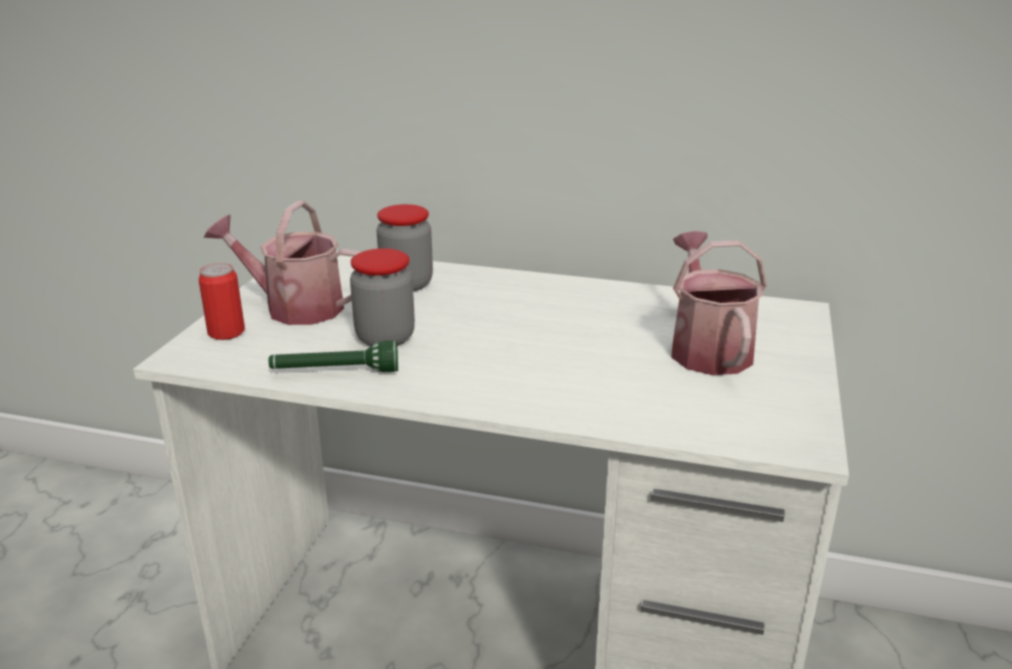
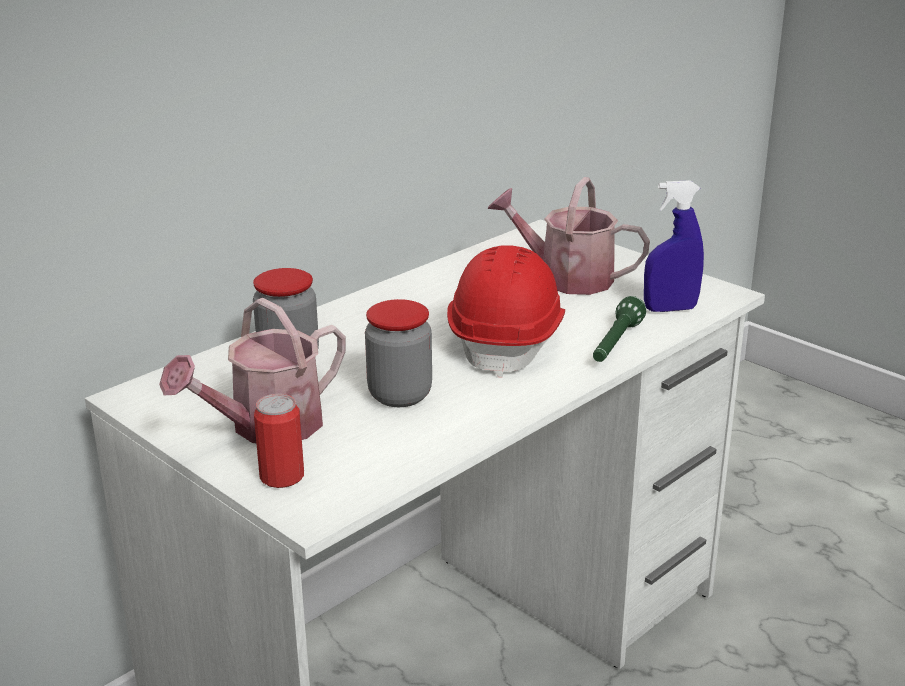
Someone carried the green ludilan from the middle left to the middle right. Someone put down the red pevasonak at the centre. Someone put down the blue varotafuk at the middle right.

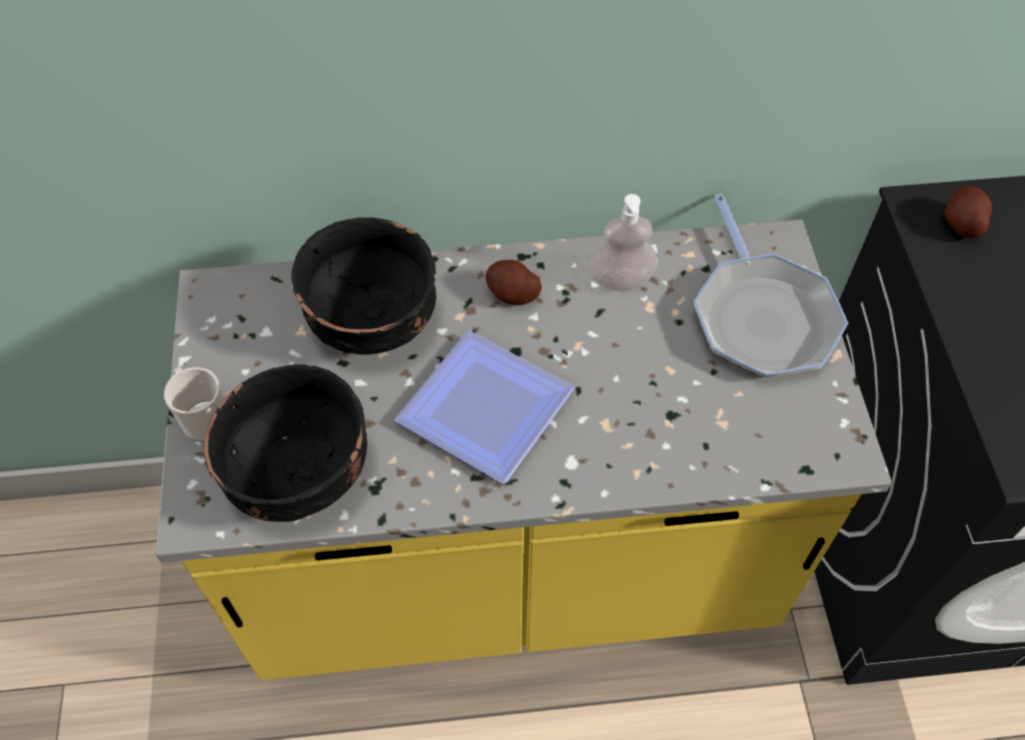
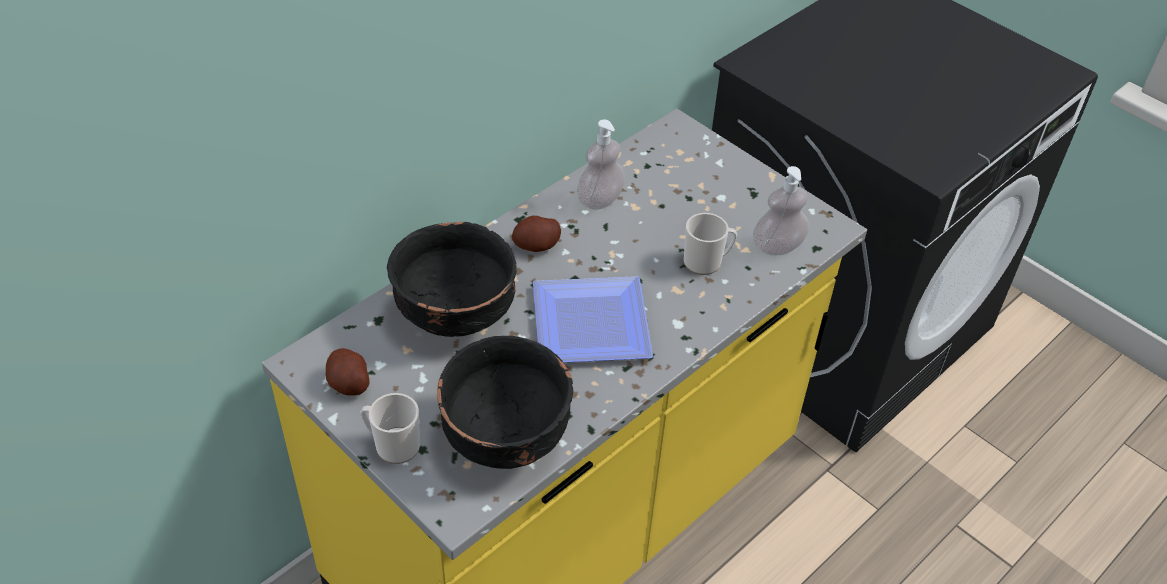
Someone took away the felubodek at the middle right. Someone carried the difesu (2nd from left in the first image) from the top right to the middle left. Someone put down the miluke (2nd from left) at the centre. Someone put down the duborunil (2nd from left) at the middle right.

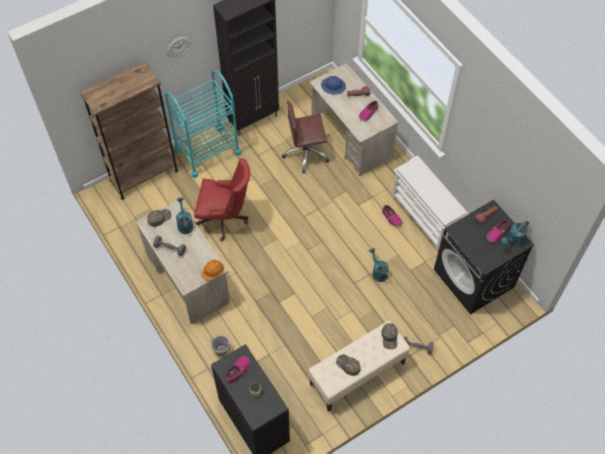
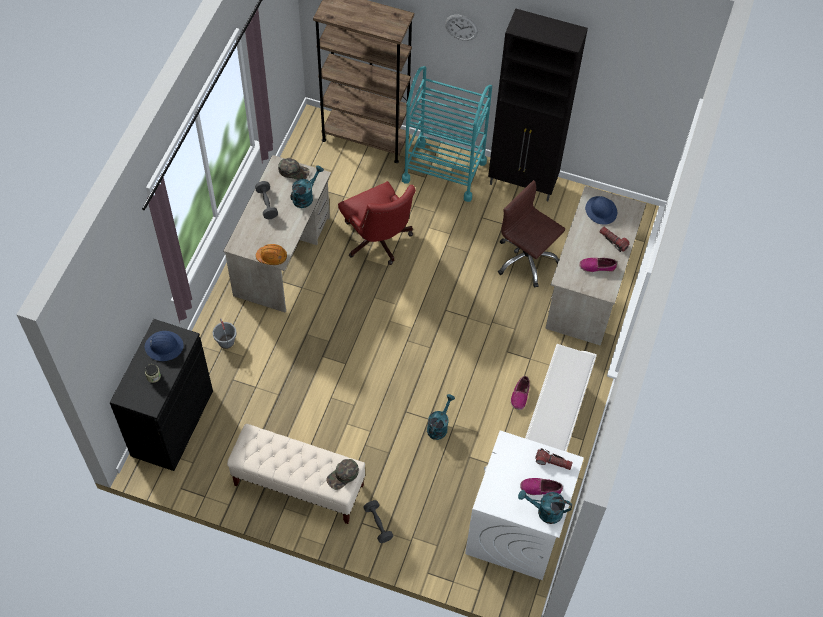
Someone swapped the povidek (1st from left) at the bottom centre for the blue pevasonak (1st from left) at the middle left. Someone took away the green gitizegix (2nd from left) at the bottom centre. Someone repainted the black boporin at the middle right, which became the white boporin at the bottom centre.

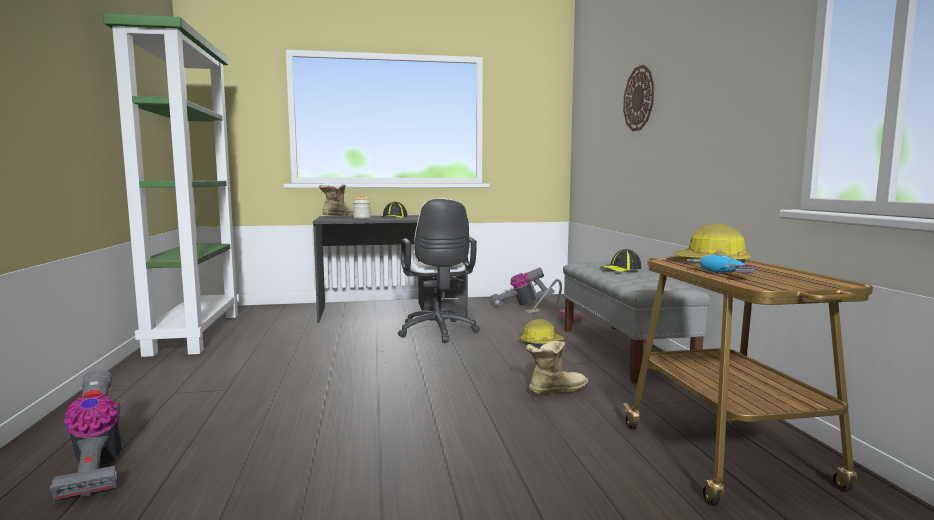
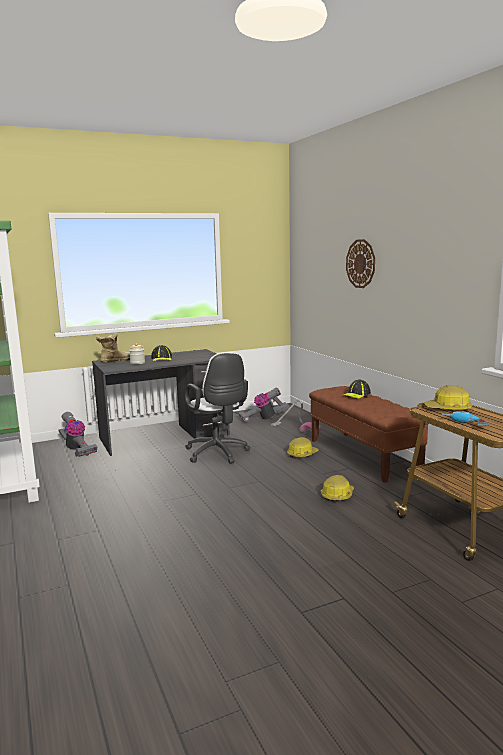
Someone carried the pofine (1st from left) from the bottom left to the middle left. Someone swapped the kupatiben (2nd from left) at the bottom centre for the pevasonak (2nd from left) at the middle right. Someone repainted the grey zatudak at the middle right, which became the brown zatudak at the middle right.

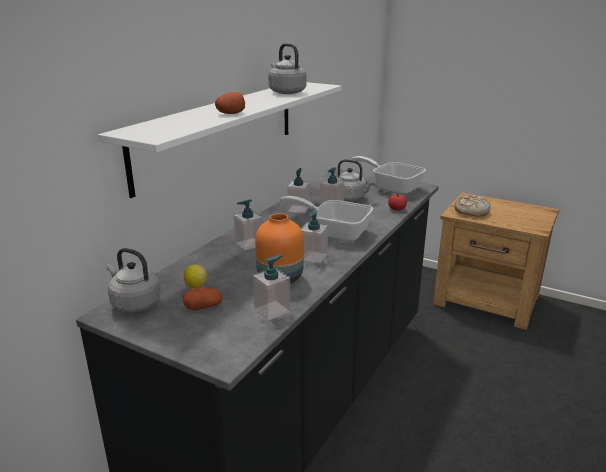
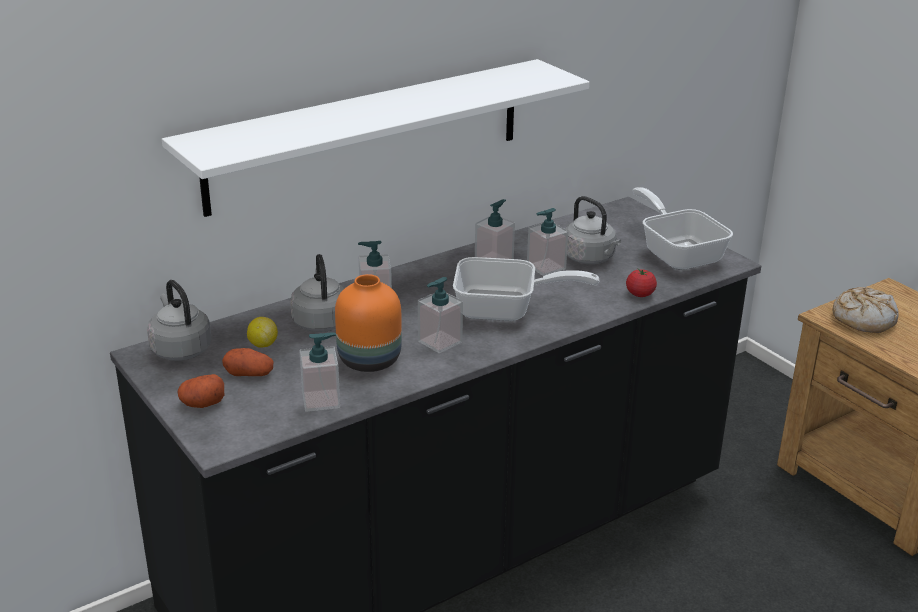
Someone carried the difesu (2nd from left in the first image) from the top centre to the middle left. Someone carried the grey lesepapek (2nd from left) from the top centre to the centre. Someone rotated the felubodek (1st from left) at the centre by 135 degrees clockwise.

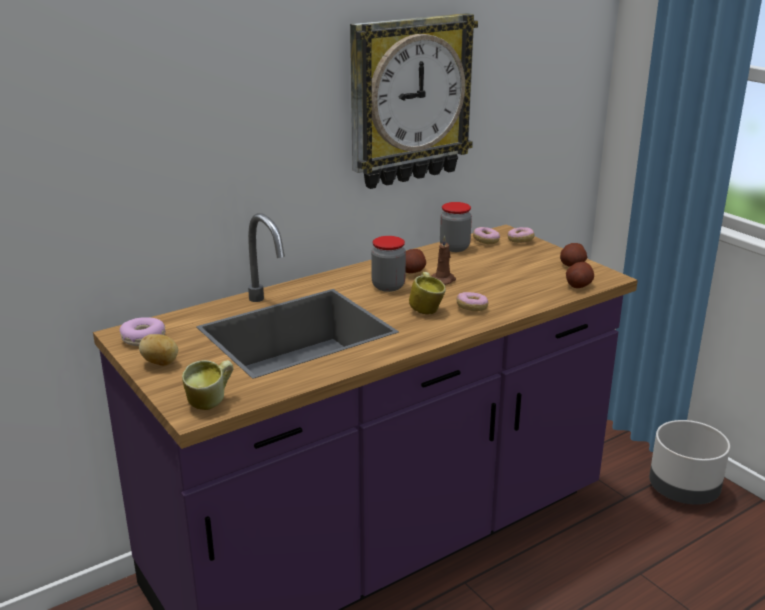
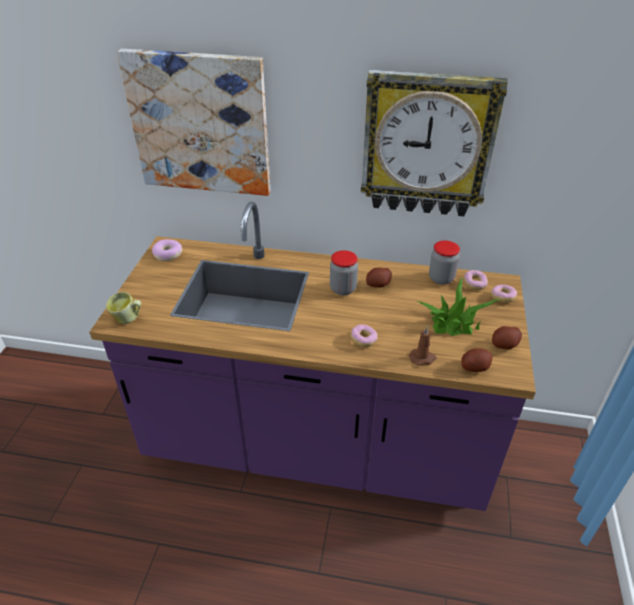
Someone took away the difesu (1st from left) at the middle left. Someone took away the miluke (2nd from left) at the centre. Someone carried the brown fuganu from the centre to the middle right. Someone took away the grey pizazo at the bottom right. Someone put up the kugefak at the top left. Someone put down the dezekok at the middle right.

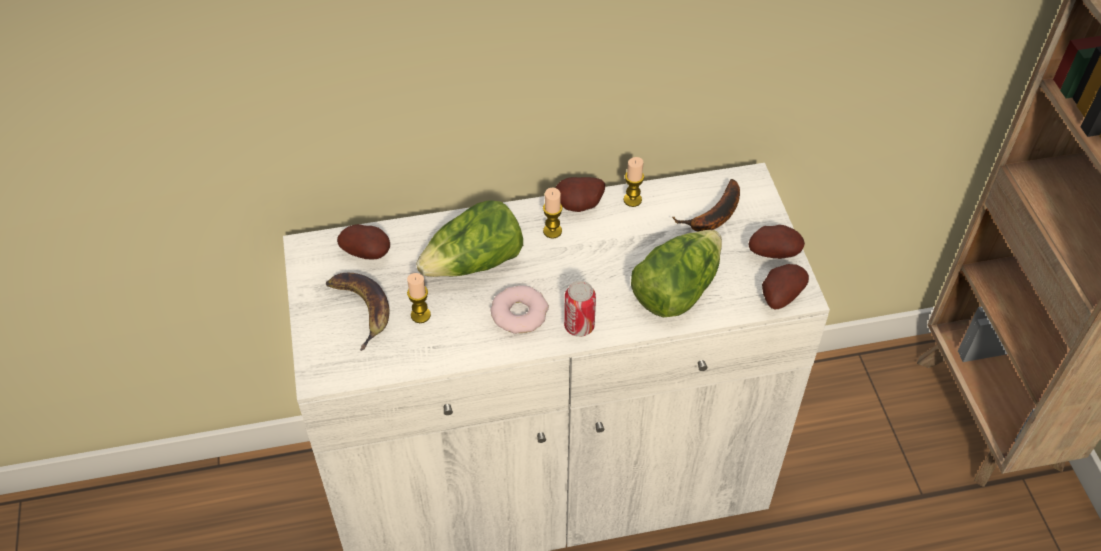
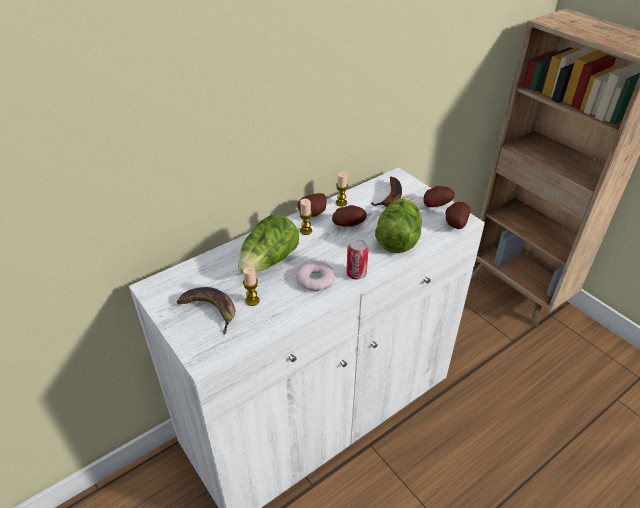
Someone carried the difesu (1st from left in the first image) from the middle left to the centre.

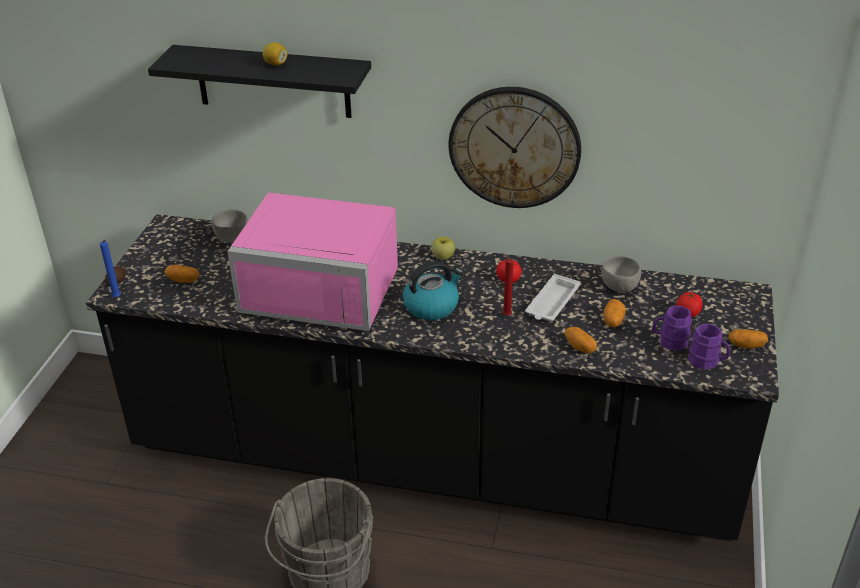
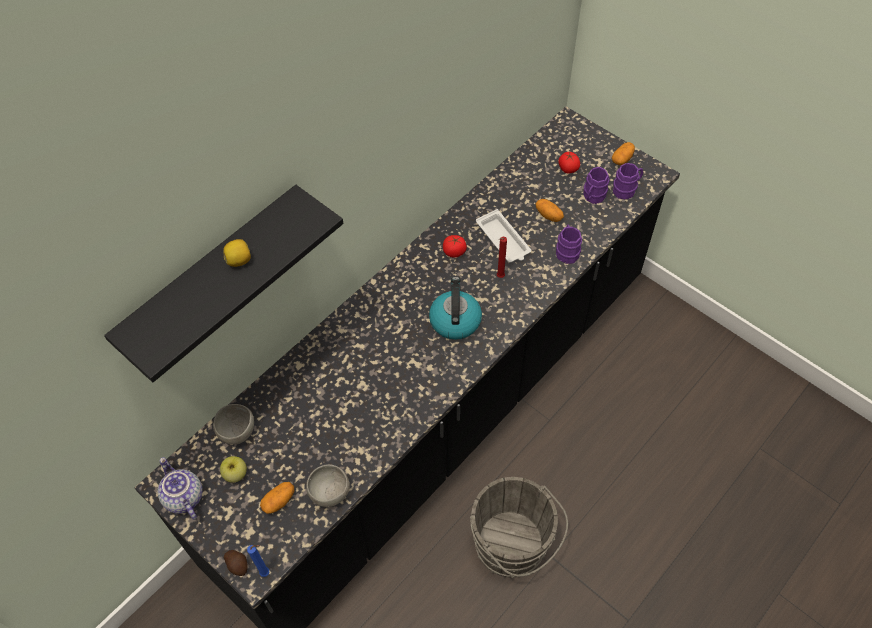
Someone took away the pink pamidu at the centre. Someone carried the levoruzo from the centre to the bottom left. Someone took away the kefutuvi at the top centre. Someone swapped the difesu (3rd from left) at the middle right for the purple miluke (1st from left) at the centre. Someone carried the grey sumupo (2nd from left) from the middle right to the bottom centre. Someone put down the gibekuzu at the bottom left.

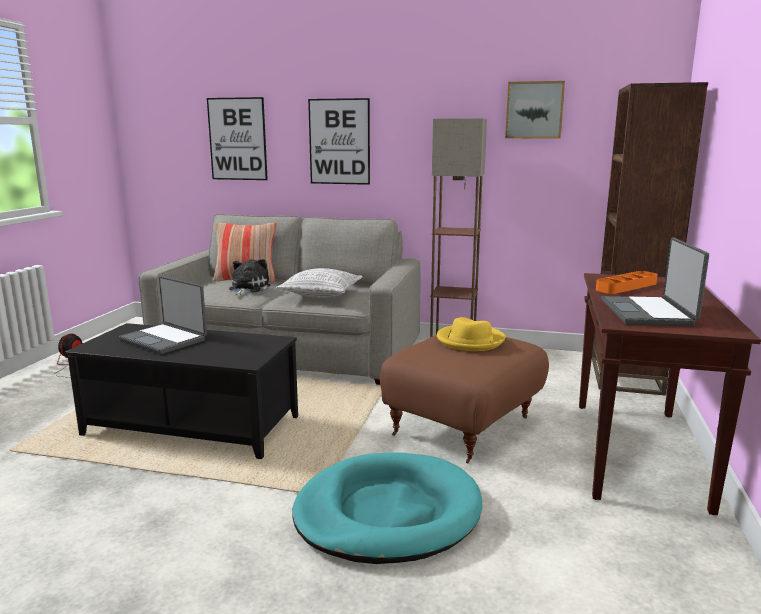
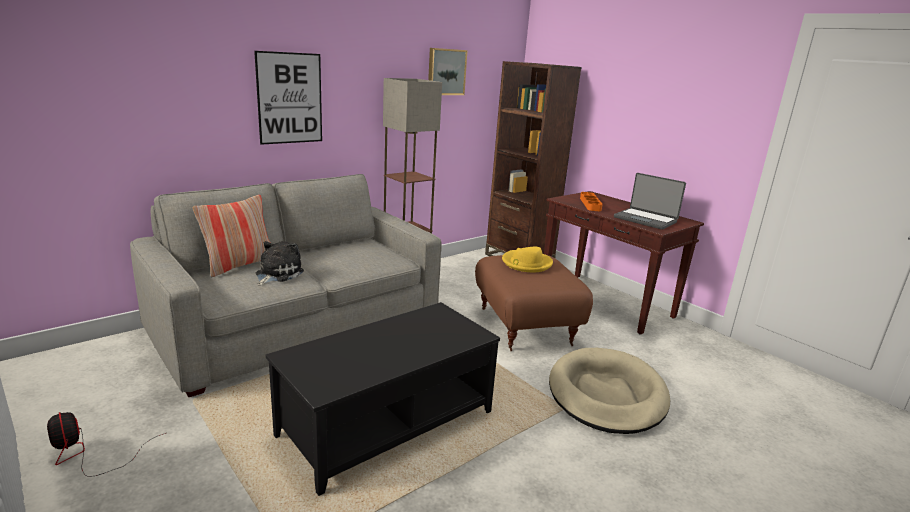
Someone took away the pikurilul (1st from left) at the middle left. Someone took away the kugefak (1st from left) at the top left. Someone rotated the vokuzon at the middle left by 60 degrees clockwise. Someone took away the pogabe (2nd from left) at the centre. Someone repainted the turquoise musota at the bottom centre, which became the beige musota at the bottom right.

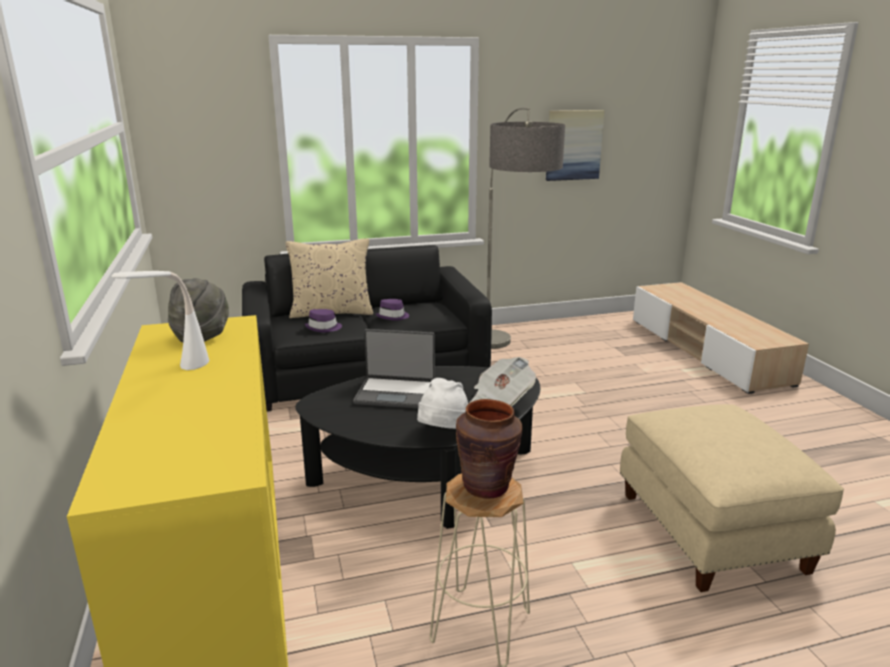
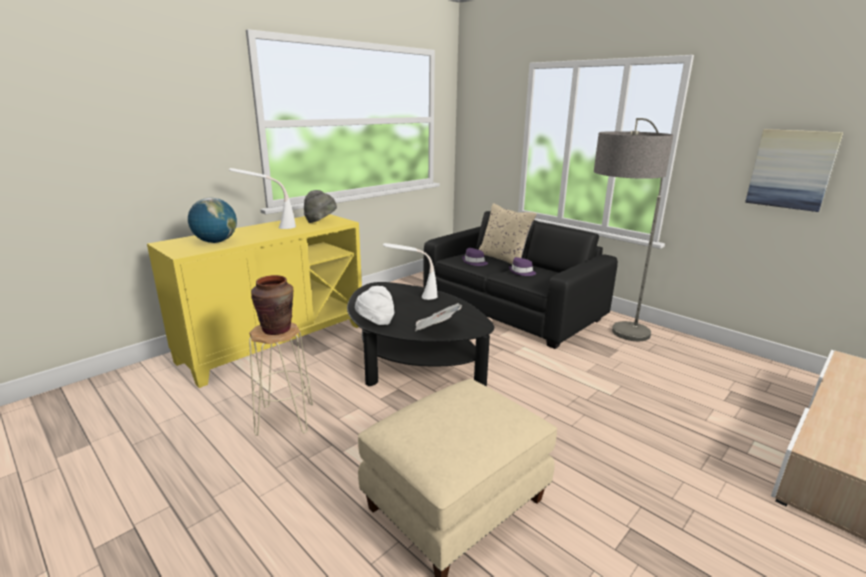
Someone swapped the pikurilul at the centre for the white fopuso (2nd from left) at the centre. Someone put down the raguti at the middle left.

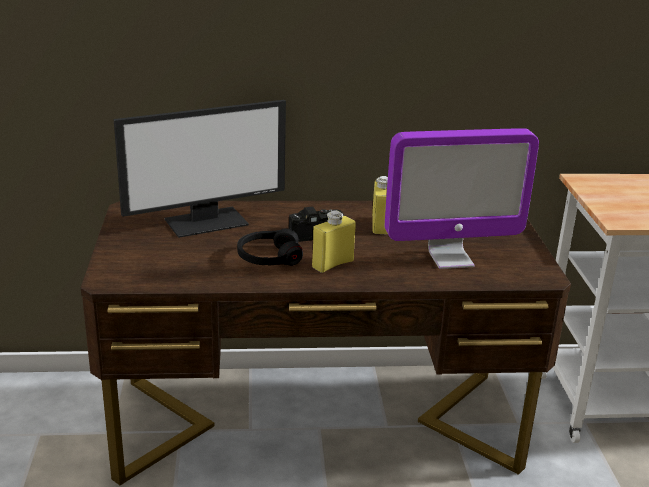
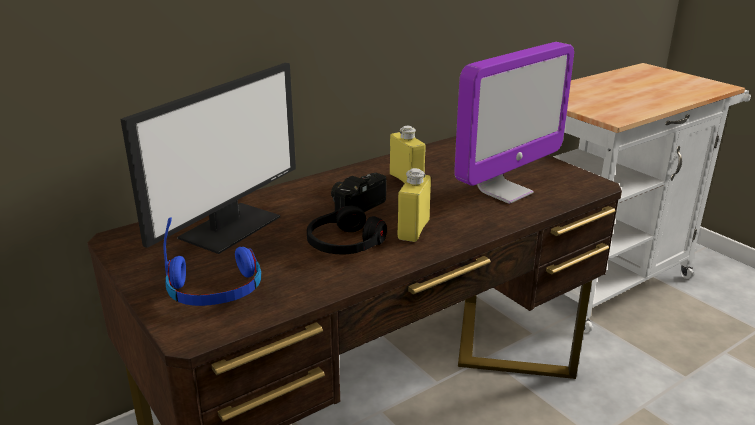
Someone put down the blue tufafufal at the middle left.

